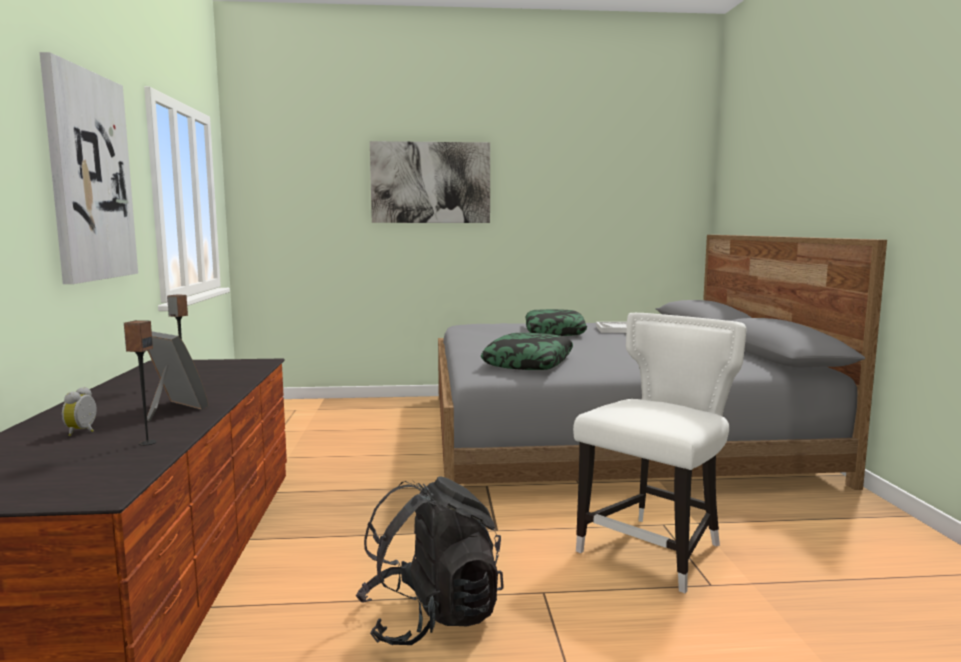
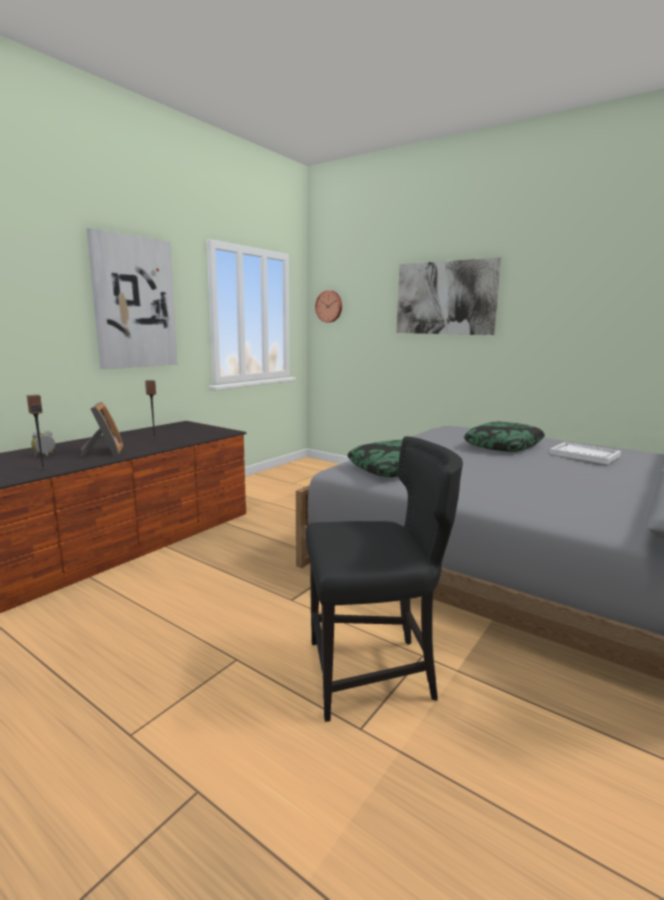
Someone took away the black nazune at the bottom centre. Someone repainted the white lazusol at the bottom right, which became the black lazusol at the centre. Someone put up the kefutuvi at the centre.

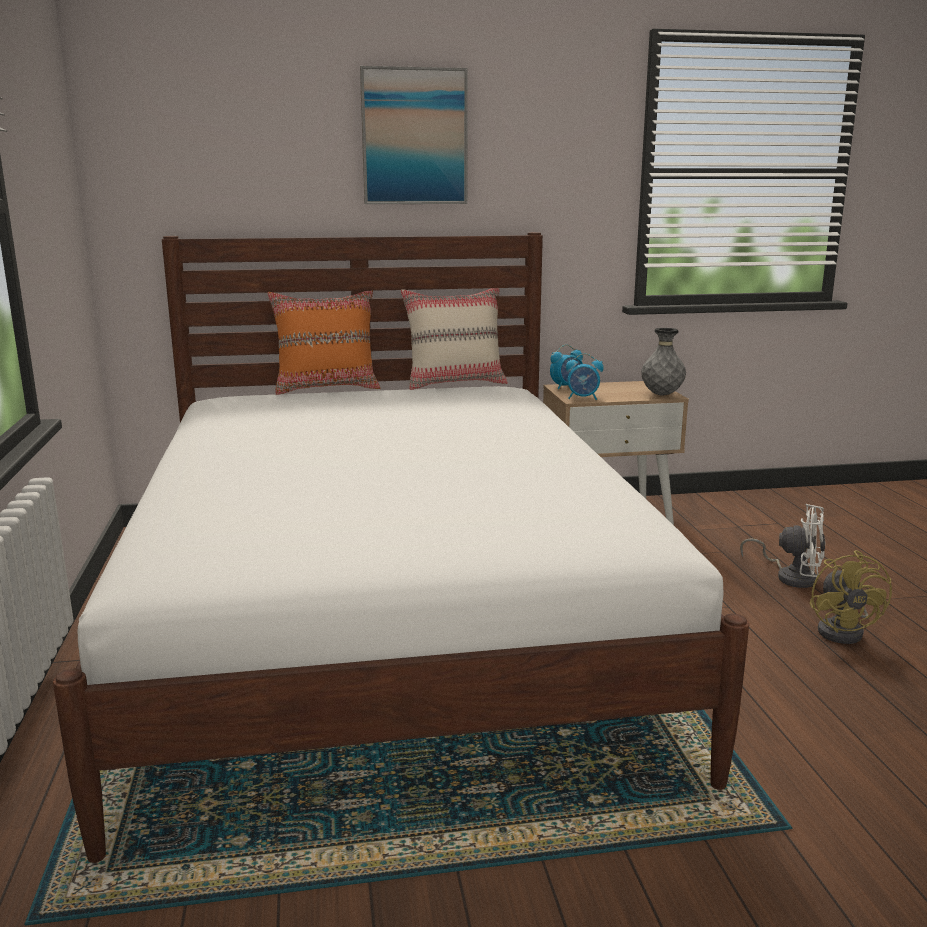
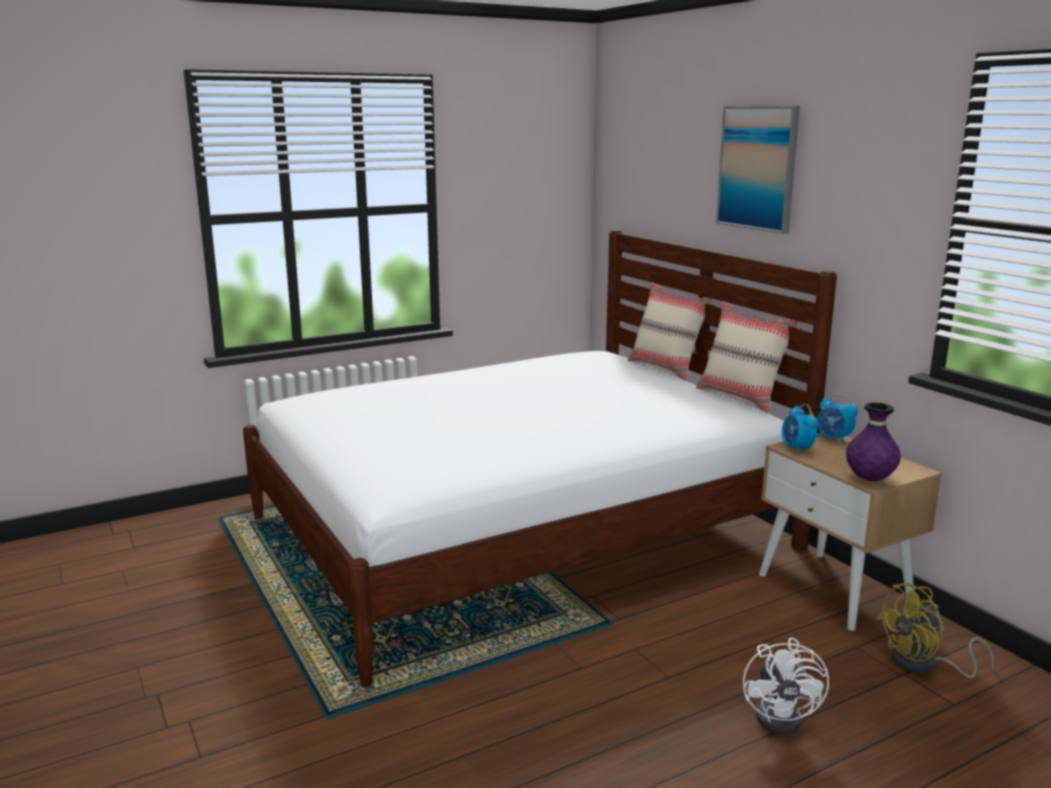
Someone repainted the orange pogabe at the centre, which became the beige pogabe (1st from left) at the centre. Someone repainted the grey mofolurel at the middle right, which became the purple mofolurel at the middle right. Someone carried the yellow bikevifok from the middle right to the bottom right.

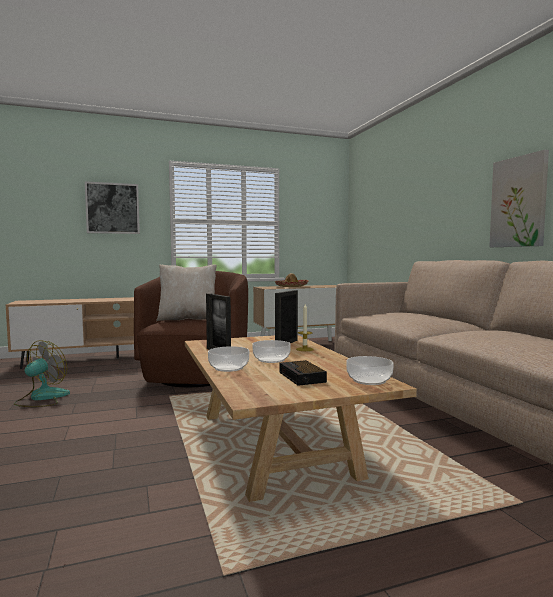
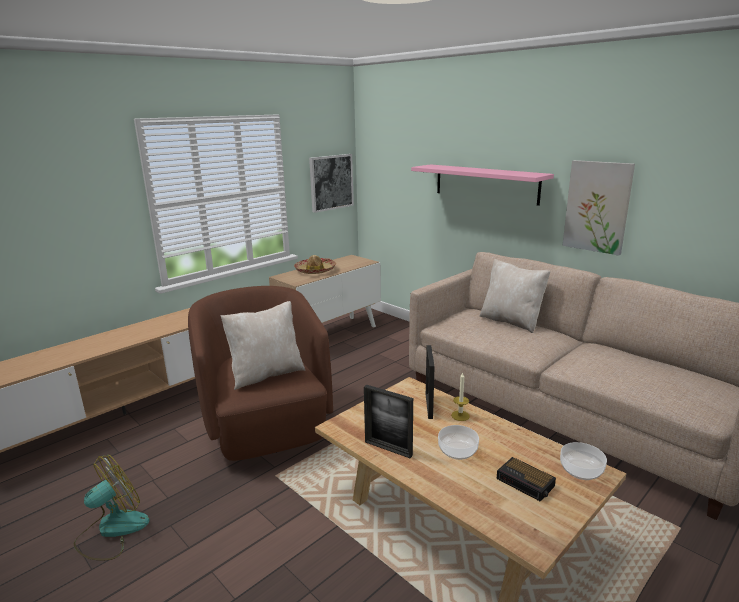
Someone rotated the bikevifok at the middle left by 45 degrees clockwise. Someone carried the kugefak (1st from left) from the middle left to the top centre. Someone took away the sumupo (1st from left) at the centre. Someone put up the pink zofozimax at the top centre. Someone put down the beige pogabe (2nd from left) at the middle right.

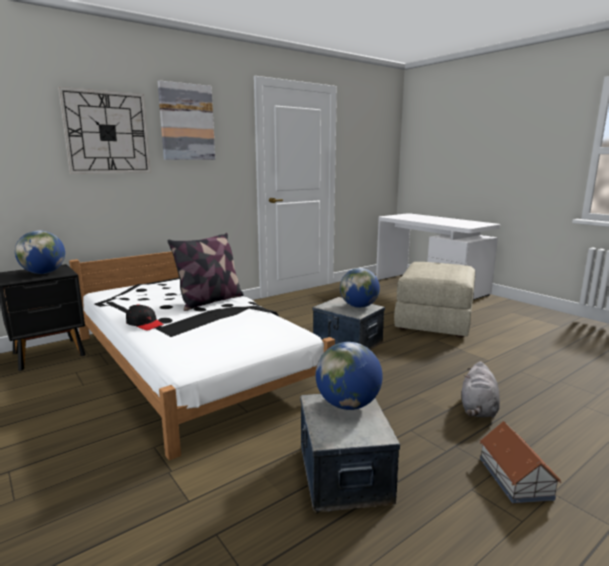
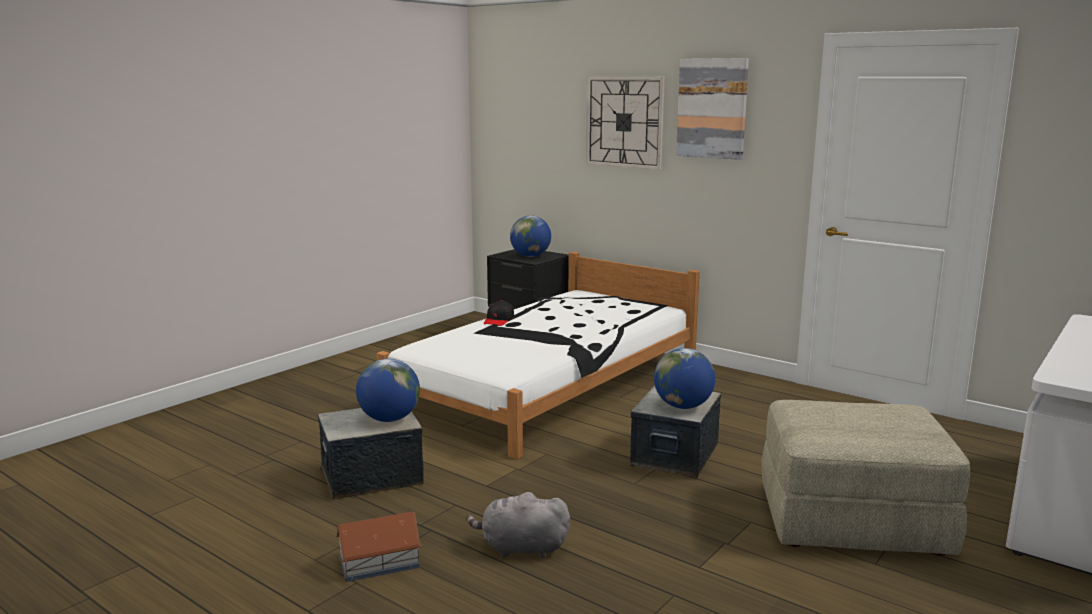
Someone took away the pogabe at the centre.

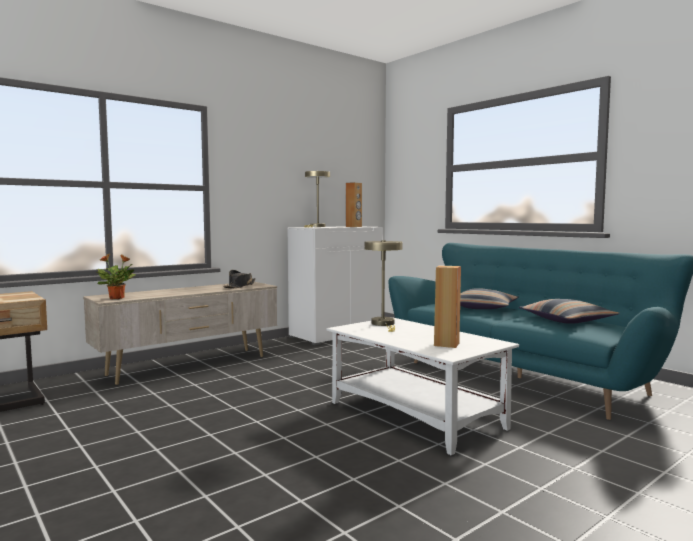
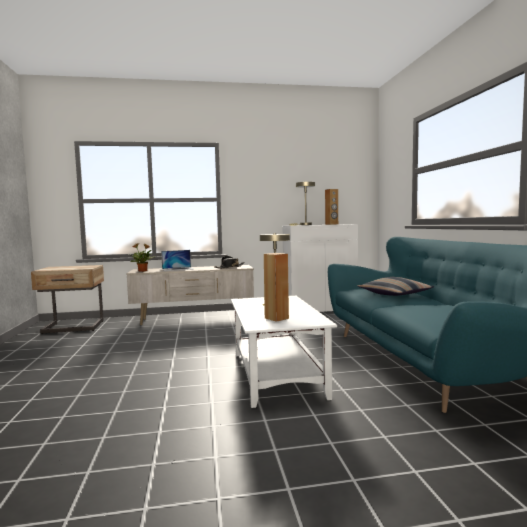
Someone took away the pogabe (2nd from left) at the middle right. Someone put down the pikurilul at the centre.

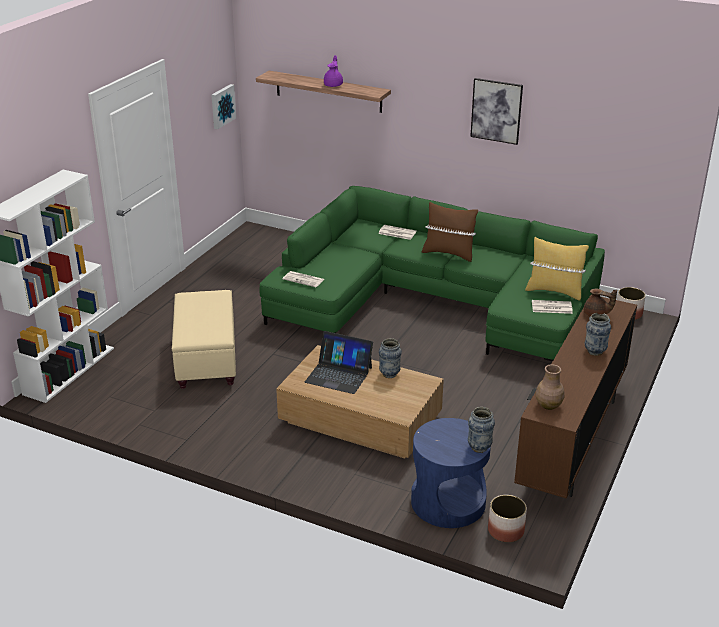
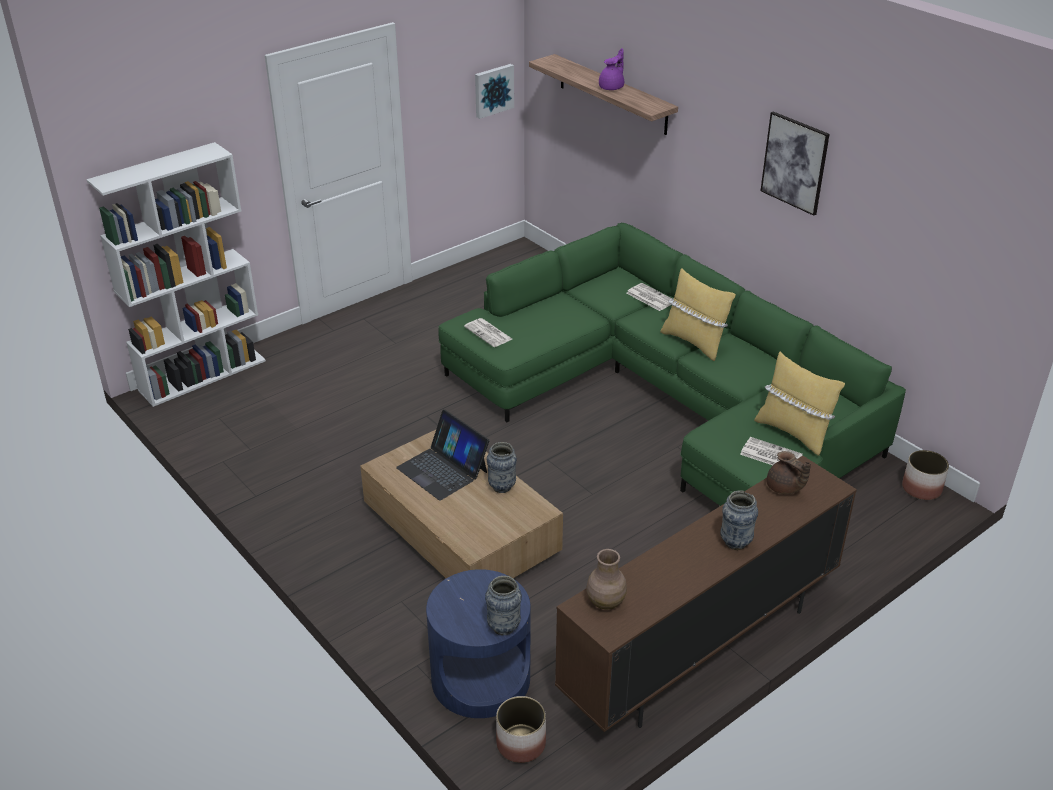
Someone took away the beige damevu at the middle left. Someone repainted the brown pogabe at the centre, which became the yellow pogabe (1st from left) at the centre.

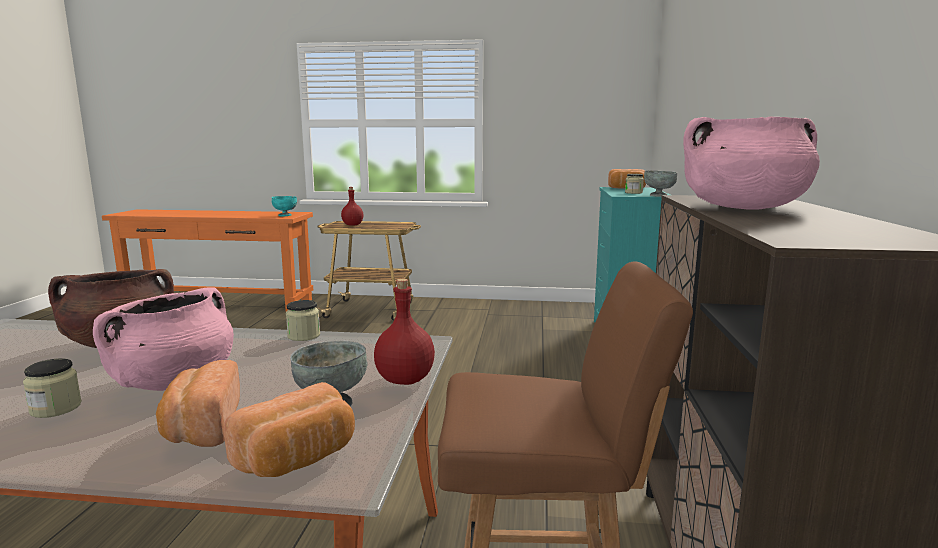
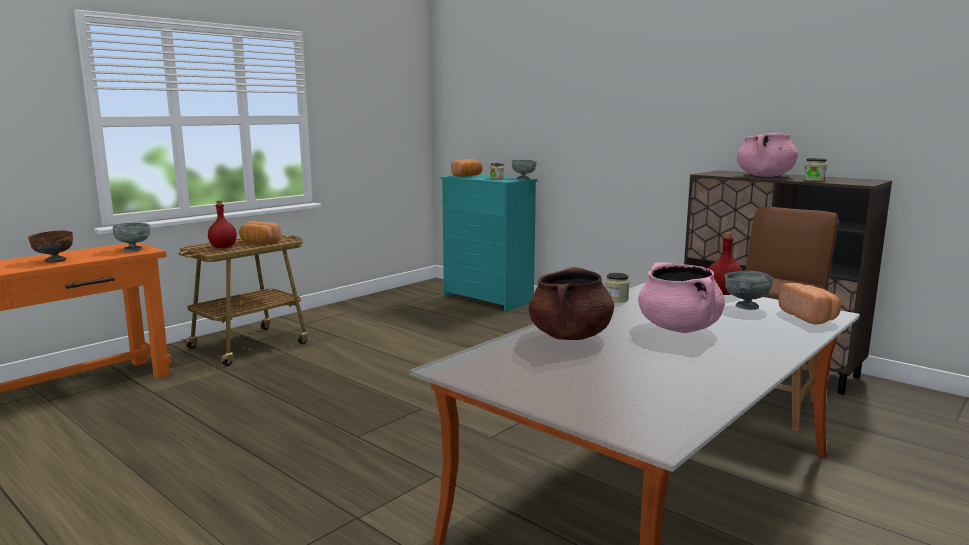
Someone carried the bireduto (1st from left in the first image) from the bottom left to the top right. Someone carried the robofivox (1st from left) from the bottom left to the middle left. Someone repainted the turquoise sumupo at the middle left, which became the grey sumupo (1st from left) at the middle left. Someone put down the brown sumupo at the middle left.

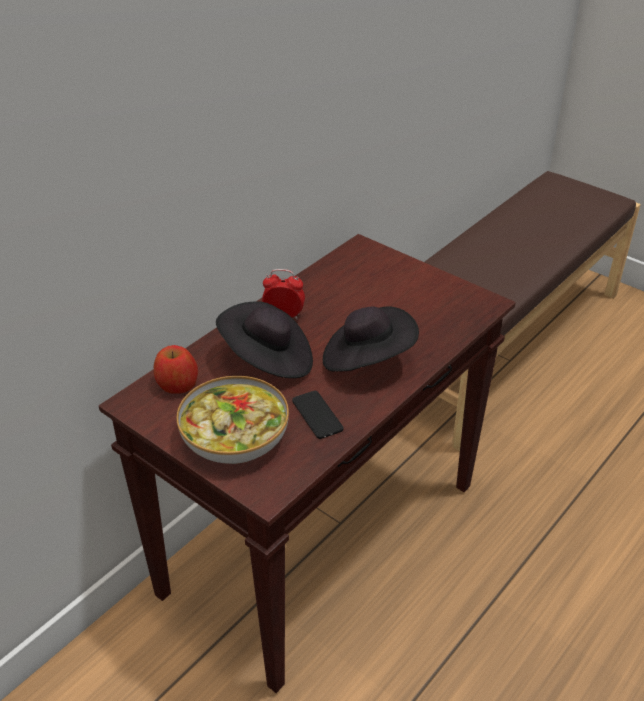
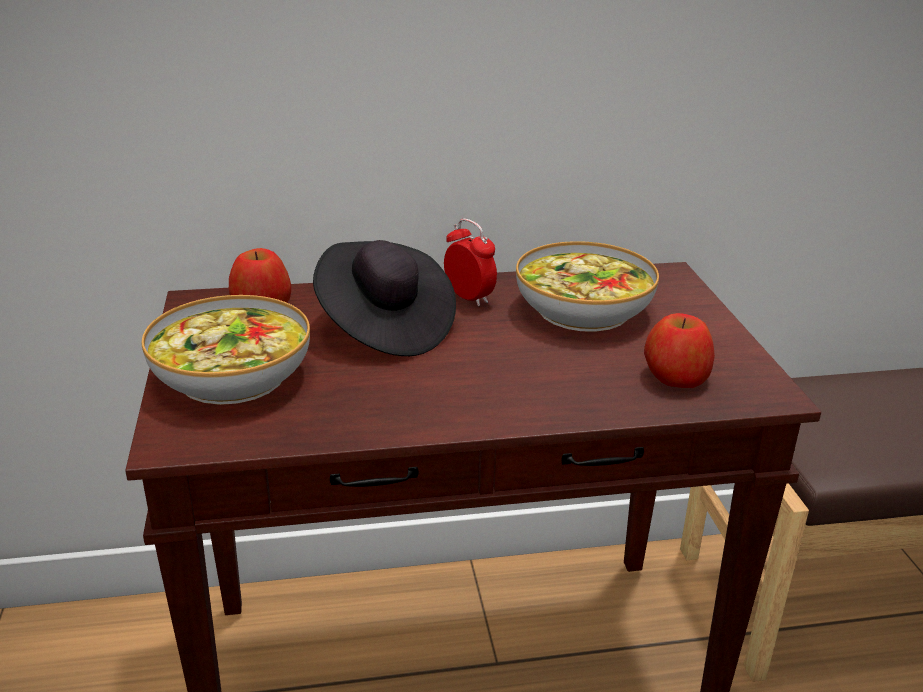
Someone took away the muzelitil at the centre. Someone took away the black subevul (2nd from left) at the centre. Someone put down the sumupo (2nd from left) at the centre. Someone put down the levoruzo (2nd from left) at the middle right.

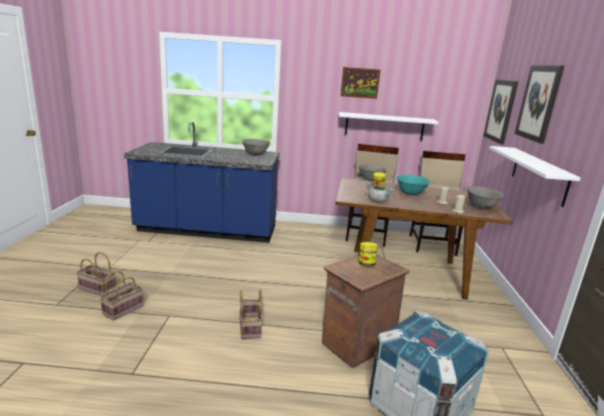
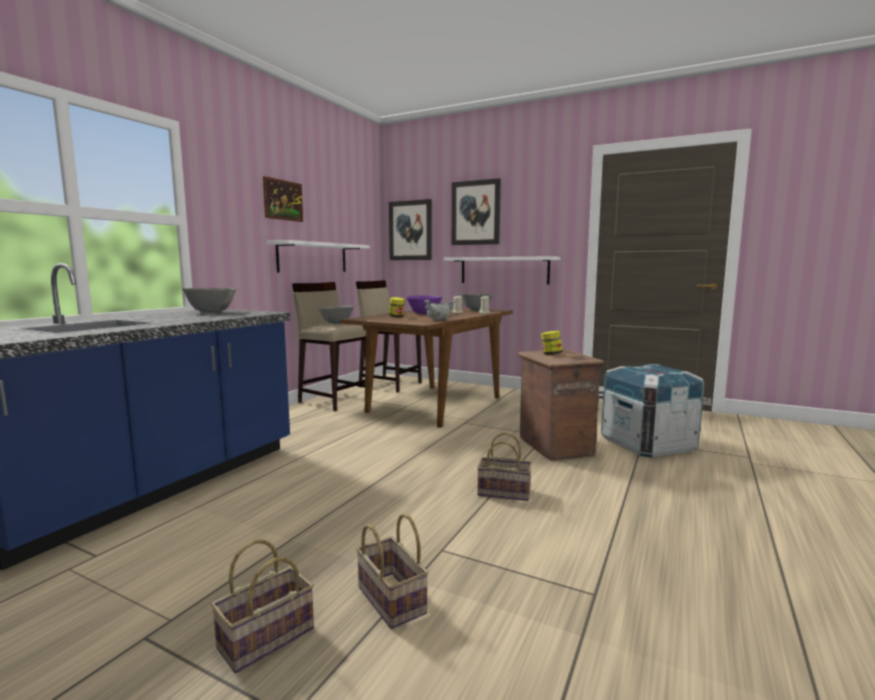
Someone repainted the turquoise sumupo at the middle right, which became the purple sumupo at the centre.

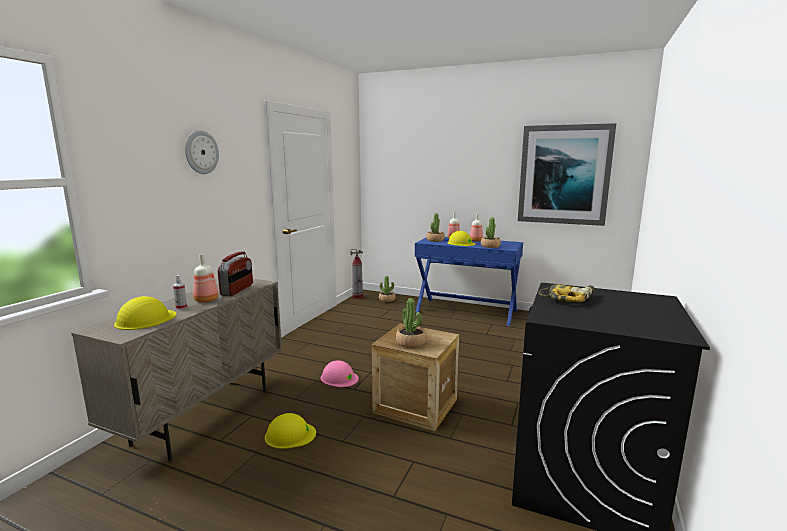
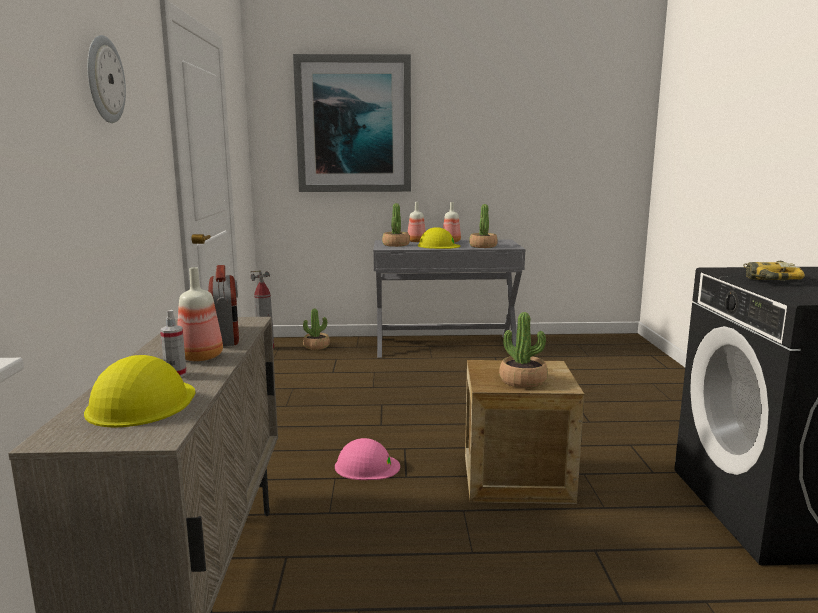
Someone took away the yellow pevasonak (2nd from left) at the bottom centre. Someone repainted the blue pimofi at the centre, which became the grey pimofi at the centre. Someone carried the kugefak from the top right to the top centre.

